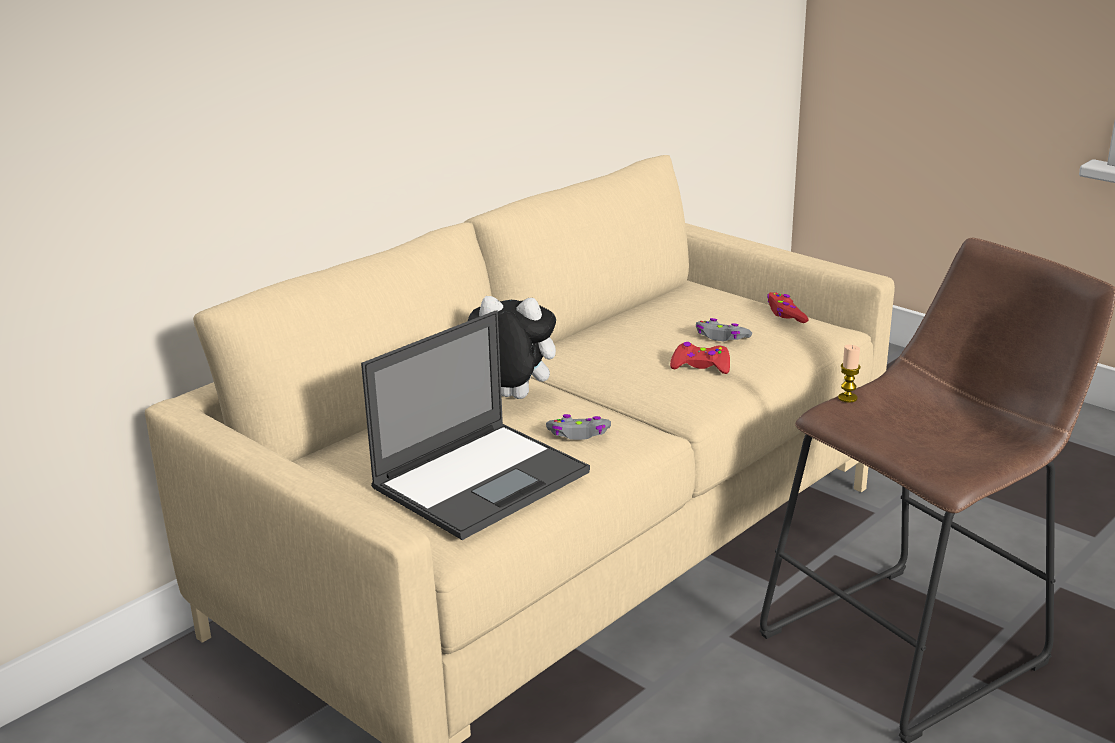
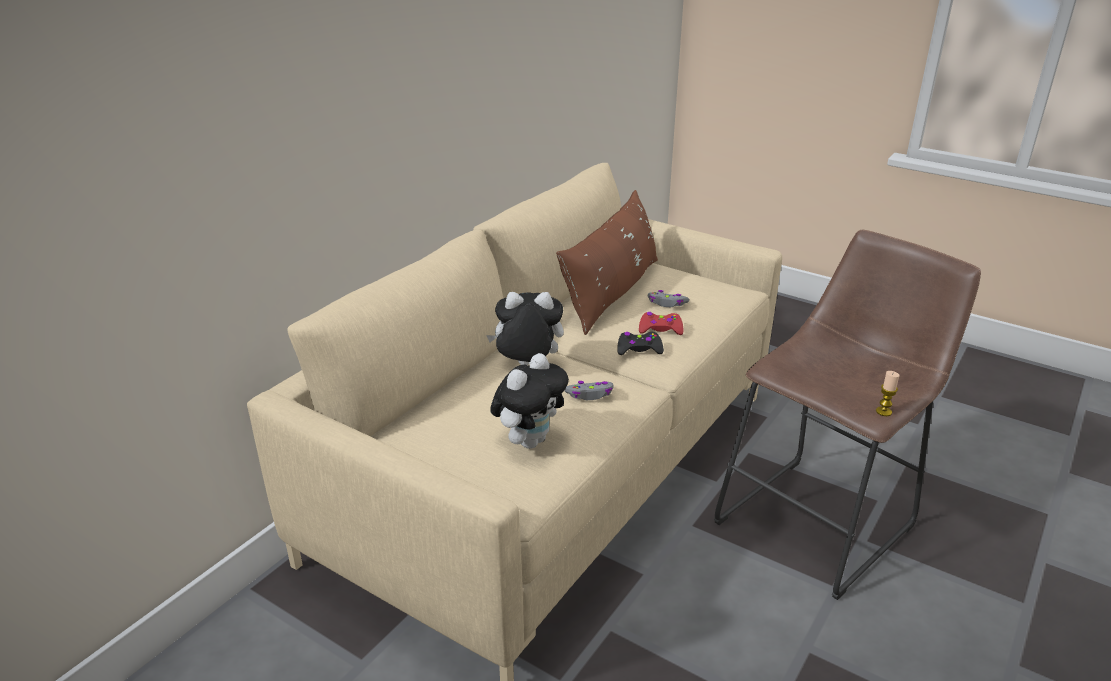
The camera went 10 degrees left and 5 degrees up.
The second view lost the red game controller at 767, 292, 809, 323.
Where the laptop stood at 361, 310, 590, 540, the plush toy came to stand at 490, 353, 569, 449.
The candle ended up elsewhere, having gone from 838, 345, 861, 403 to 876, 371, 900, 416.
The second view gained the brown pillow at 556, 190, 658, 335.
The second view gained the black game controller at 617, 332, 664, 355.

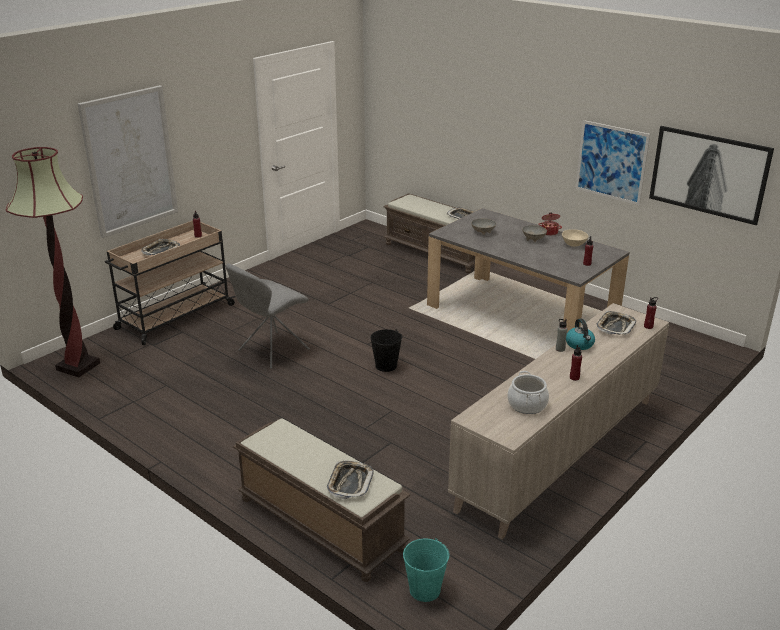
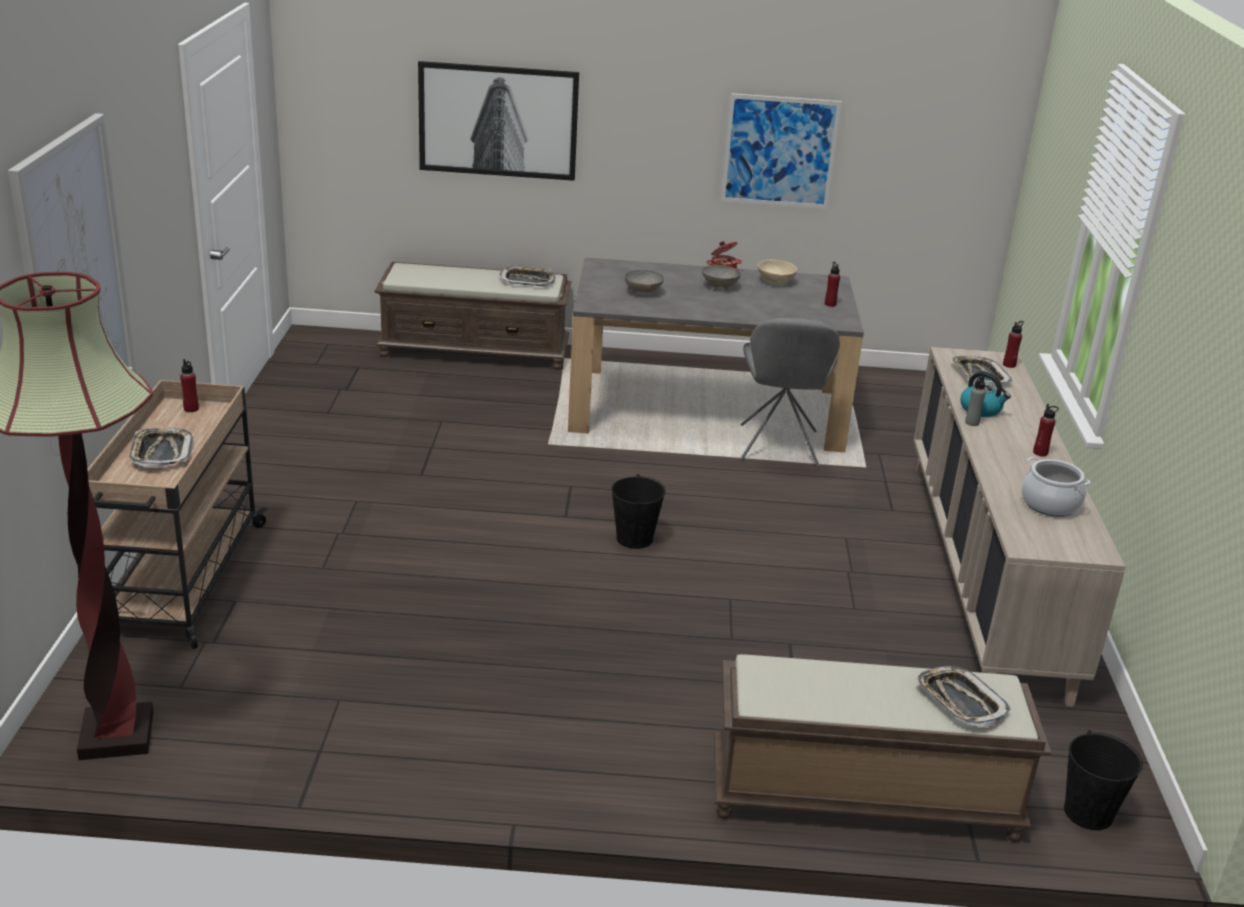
The camera went 40 degrees left and 0 degrees up.
The picture ended up elsewhere, having gone from 649, 126, 774, 225 to 418, 61, 579, 181.
The grey chair ended up elsewhere, having gone from 226, 263, 310, 369 to 740, 318, 840, 468.
What was the turquoise bucket at 403, 538, 449, 602 turned into the black bucket at 1064, 730, 1143, 830.

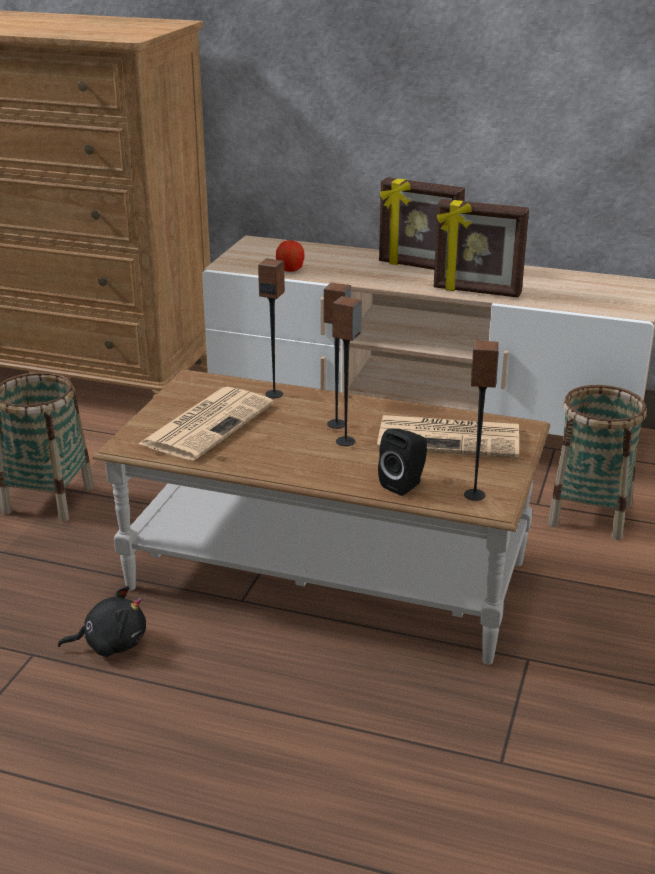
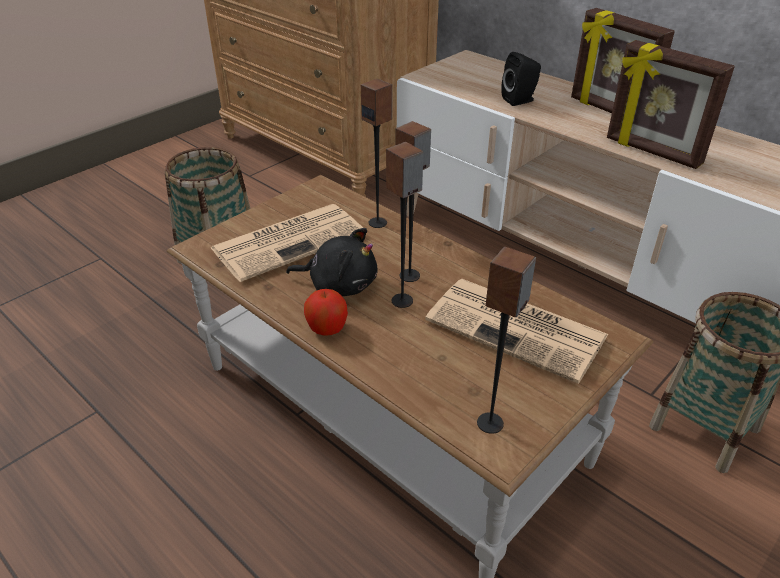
The camera went 25 degrees right and 10 degrees up.
The apple ended up elsewhere, having gone from 276, 240, 305, 272 to 304, 289, 348, 336.
The black speaker ended up elsewhere, having gone from 378, 429, 427, 496 to 501, 52, 541, 106.
The black plush toy ended up elsewhere, having gone from 58, 586, 146, 657 to 286, 228, 378, 296.

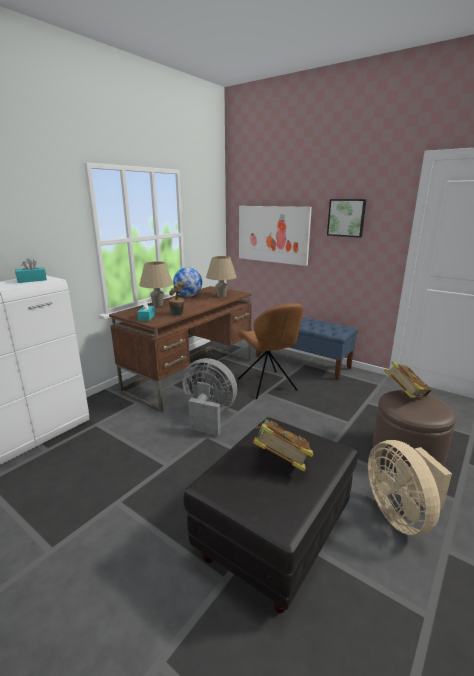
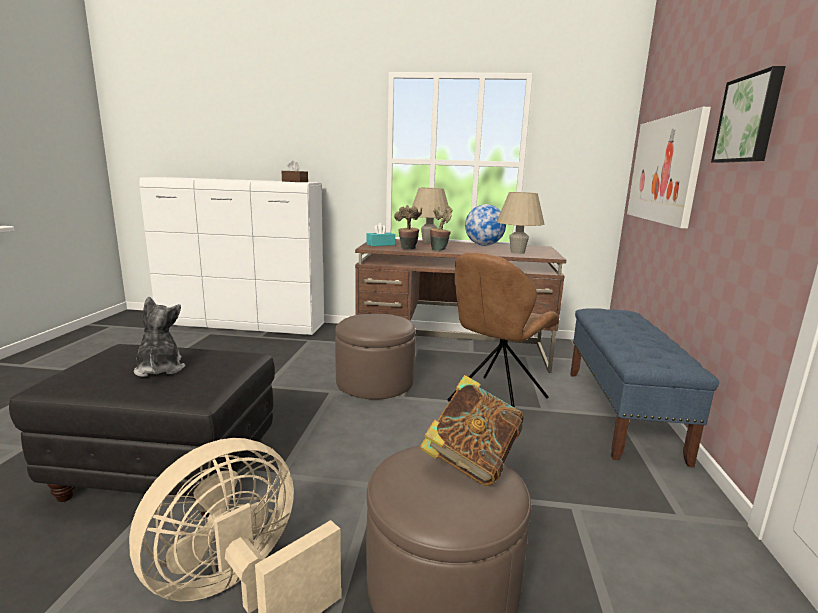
The camera went 60 degrees right and 5 degrees down.
What was the turquoise tissue box at 15, 258, 47, 283 turned into the brown tissue box at 282, 161, 308, 182.
Where the grey fan stood at 182, 358, 237, 436, the brown ottoman came to stand at 335, 314, 416, 400.
Where the book stood at 253, 419, 313, 472, the plush toy came to stand at 134, 297, 185, 377.
The second view gained the potted plant at 430, 206, 452, 251.

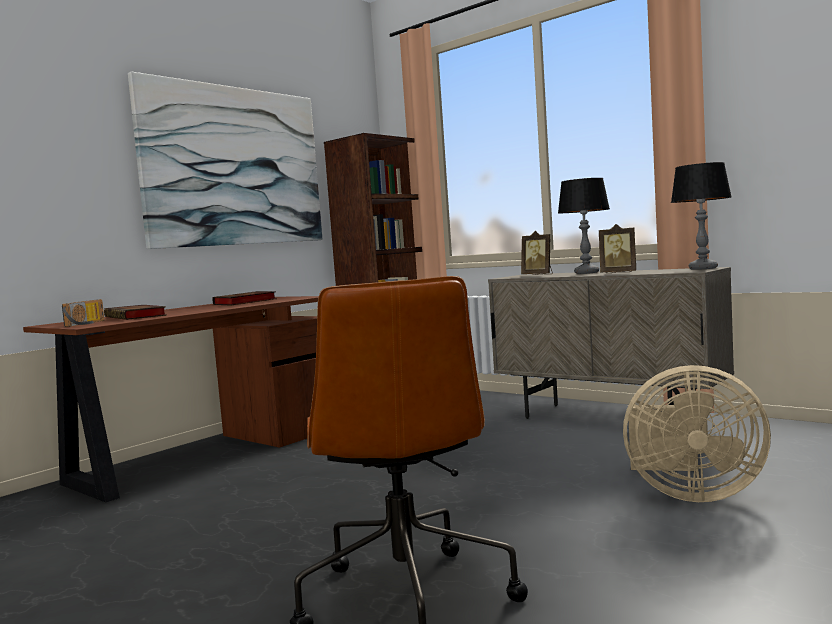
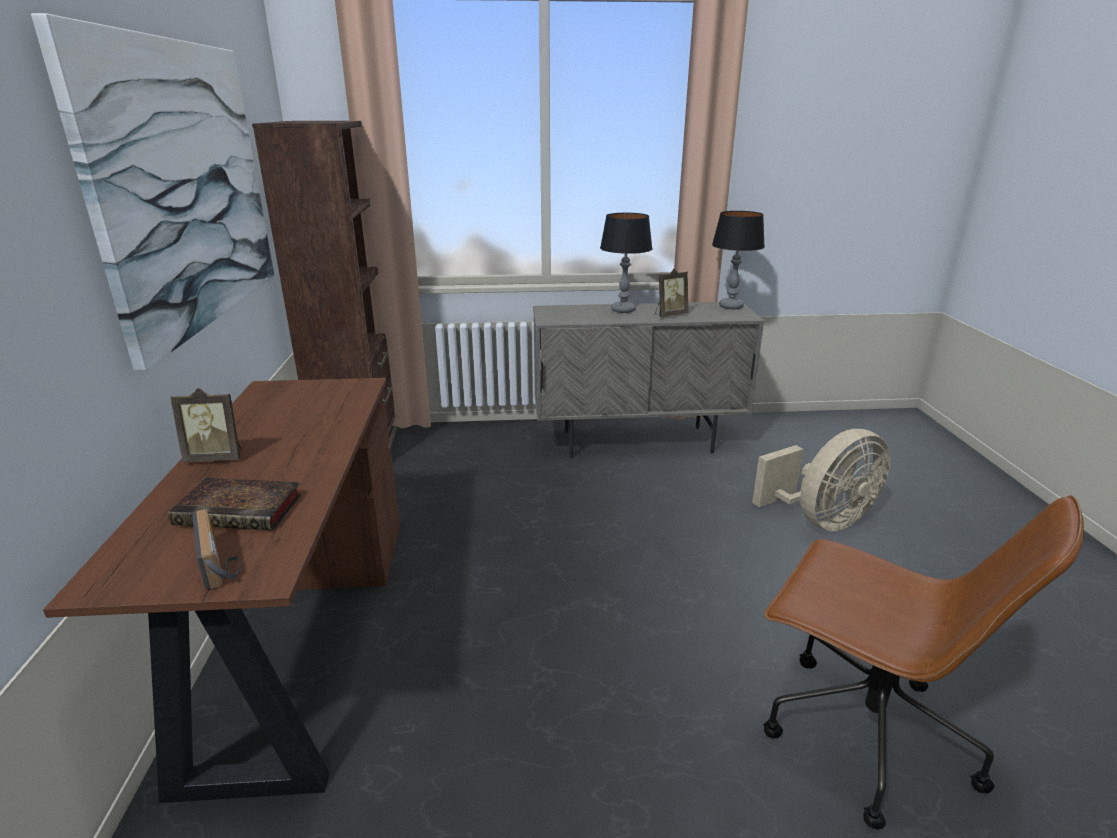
The camera went 45 degrees left and 20 degrees up.
The picture frame ended up elsewhere, having gone from 521, 231, 553, 275 to 171, 388, 242, 462.
The second view lost the book at 212, 291, 277, 306.

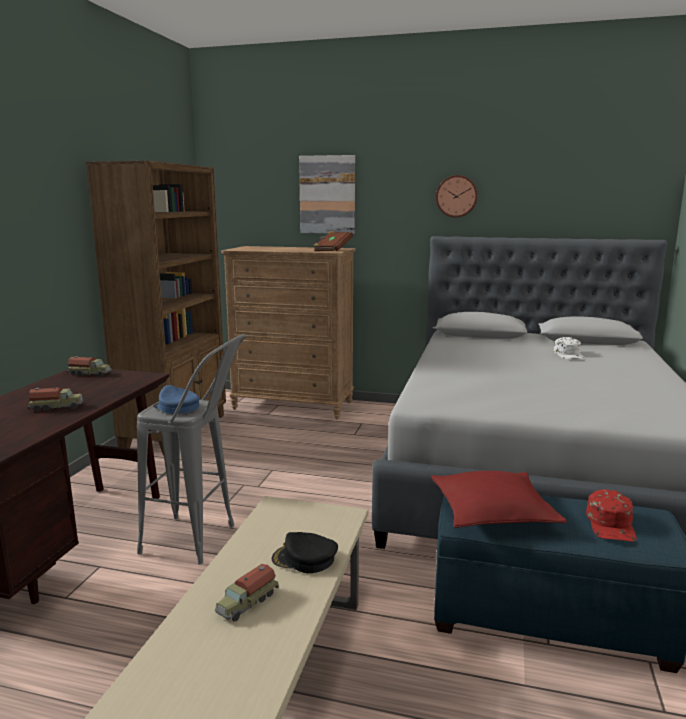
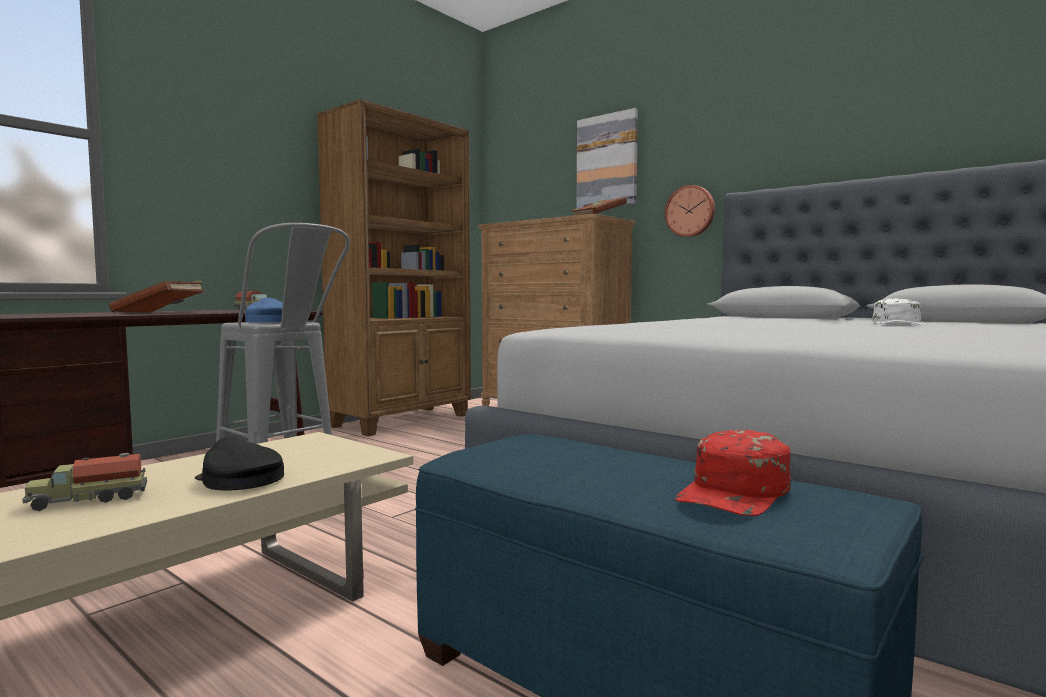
The camera went 25 degrees right and 10 degrees down.
The wall clock ended up elsewhere, having gone from 436, 175, 478, 218 to 665, 185, 715, 237.
Where the toy truck stood at 28, 387, 84, 411, the brown book came to stand at 109, 281, 204, 312.
The second view lost the red pillow at 431, 471, 567, 528.

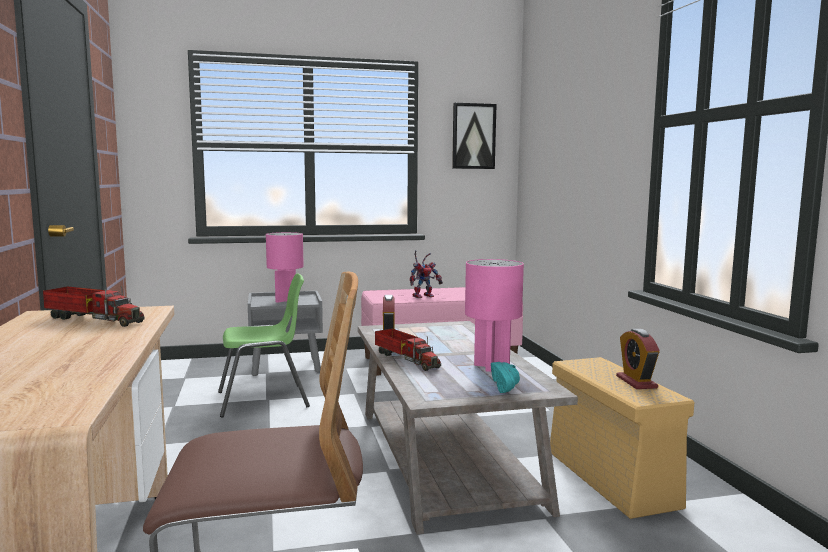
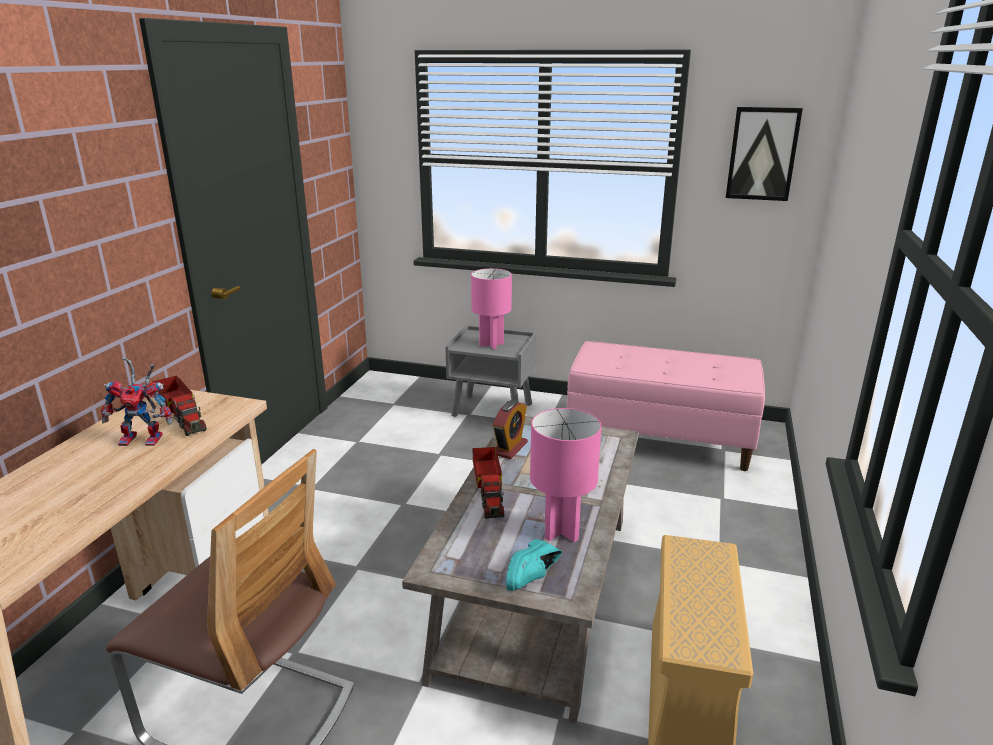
The camera went 30 degrees right and 15 degrees up.
The toy robot ended up elsewhere, having gone from 410, 250, 443, 298 to 101, 357, 172, 446.
The second view lost the green chair at 218, 274, 310, 417.
The second view lost the alarm clock at 616, 329, 660, 389.

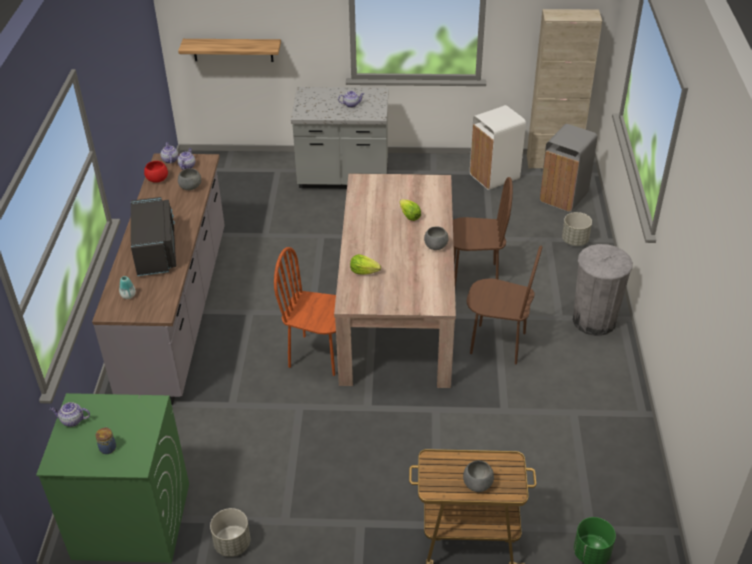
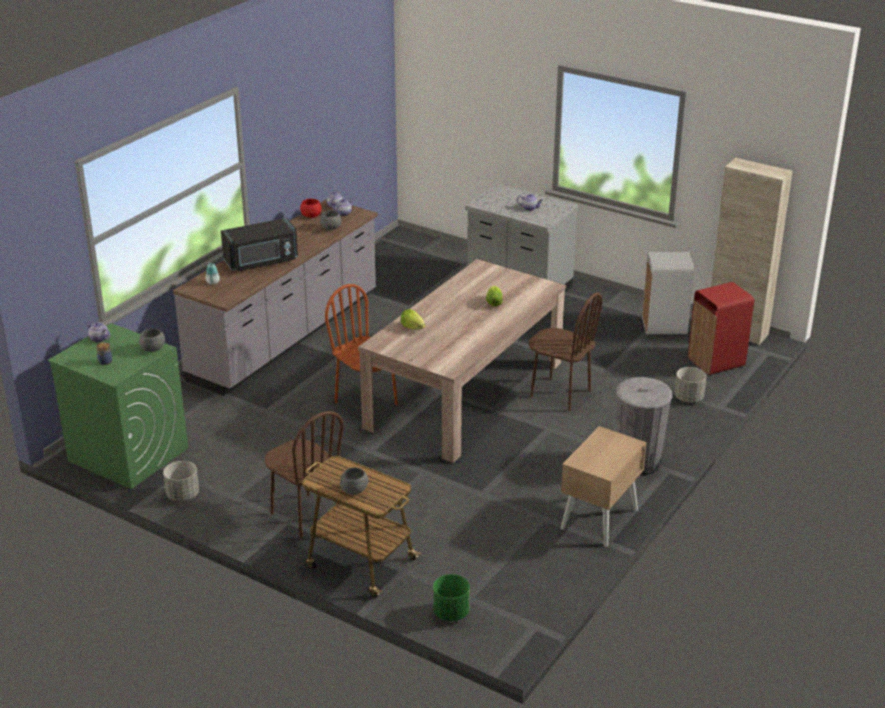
The camera went 30 degrees right and 10 degrees down.
The second view lost the shelf at 178, 39, 281, 62.
What was the grey trash can at 540, 124, 597, 212 turned into the red trash can at 688, 282, 754, 375.
The black microwave at 131, 197, 176, 276 ended up facing another way, 45 degrees clockwise from before.
The grey bowl ended up elsewhere, having gone from 424, 227, 448, 250 to 139, 328, 165, 352.
The brown chair ended up elsewhere, having gone from 466, 246, 543, 364 to 265, 411, 344, 539.
The second view gained the beige nightstand at 560, 426, 647, 547.

